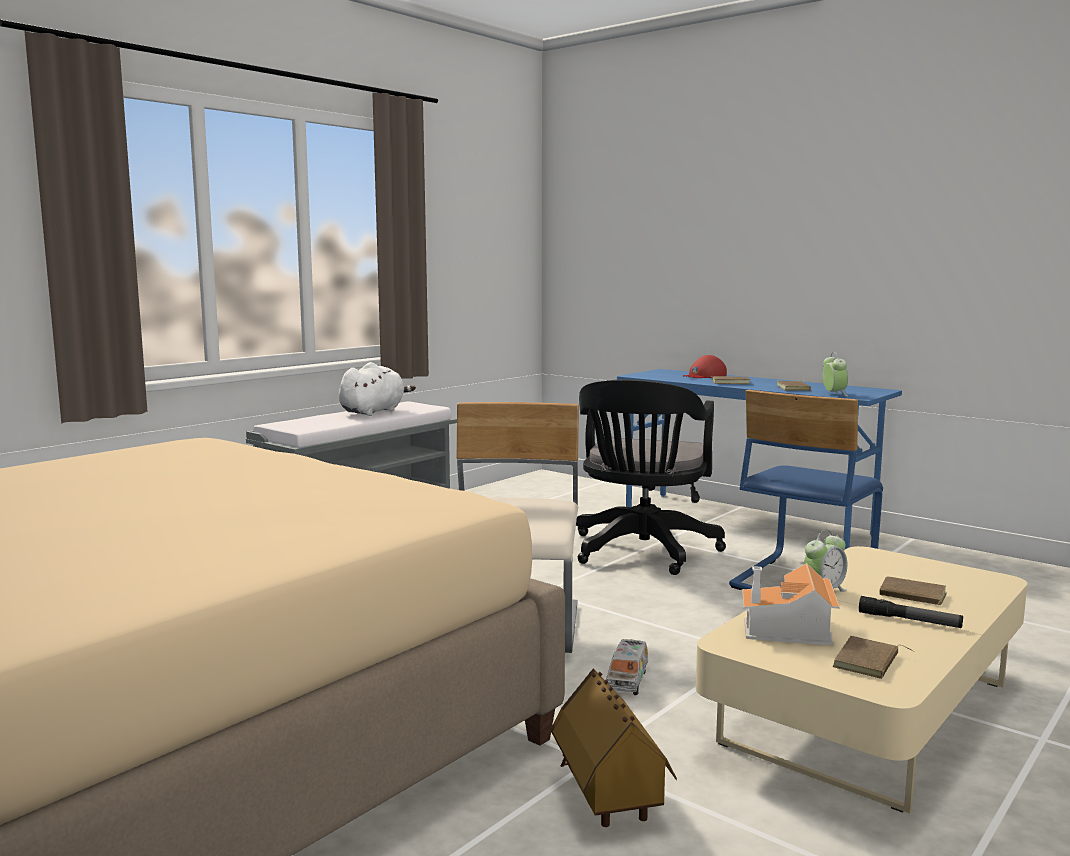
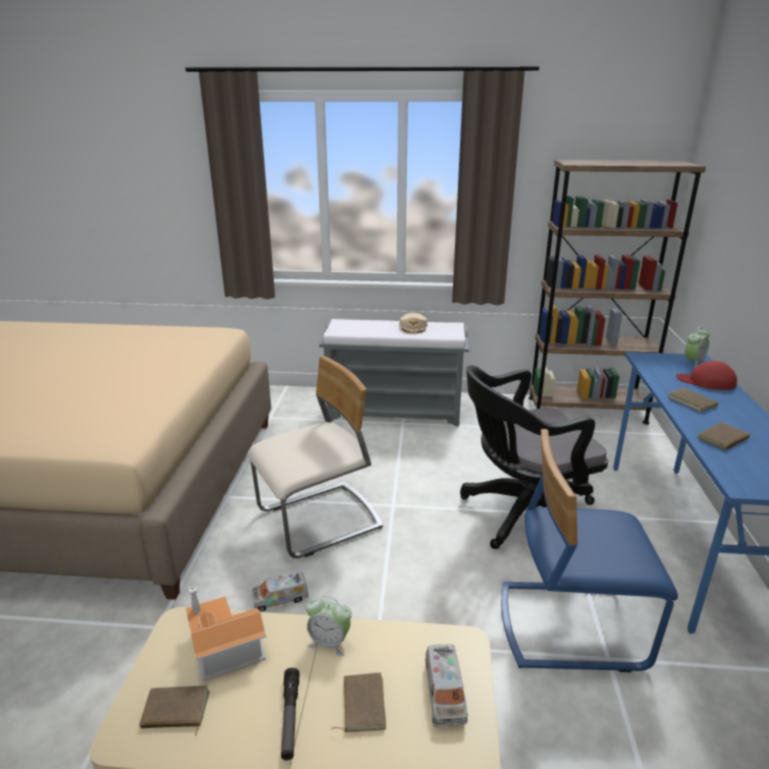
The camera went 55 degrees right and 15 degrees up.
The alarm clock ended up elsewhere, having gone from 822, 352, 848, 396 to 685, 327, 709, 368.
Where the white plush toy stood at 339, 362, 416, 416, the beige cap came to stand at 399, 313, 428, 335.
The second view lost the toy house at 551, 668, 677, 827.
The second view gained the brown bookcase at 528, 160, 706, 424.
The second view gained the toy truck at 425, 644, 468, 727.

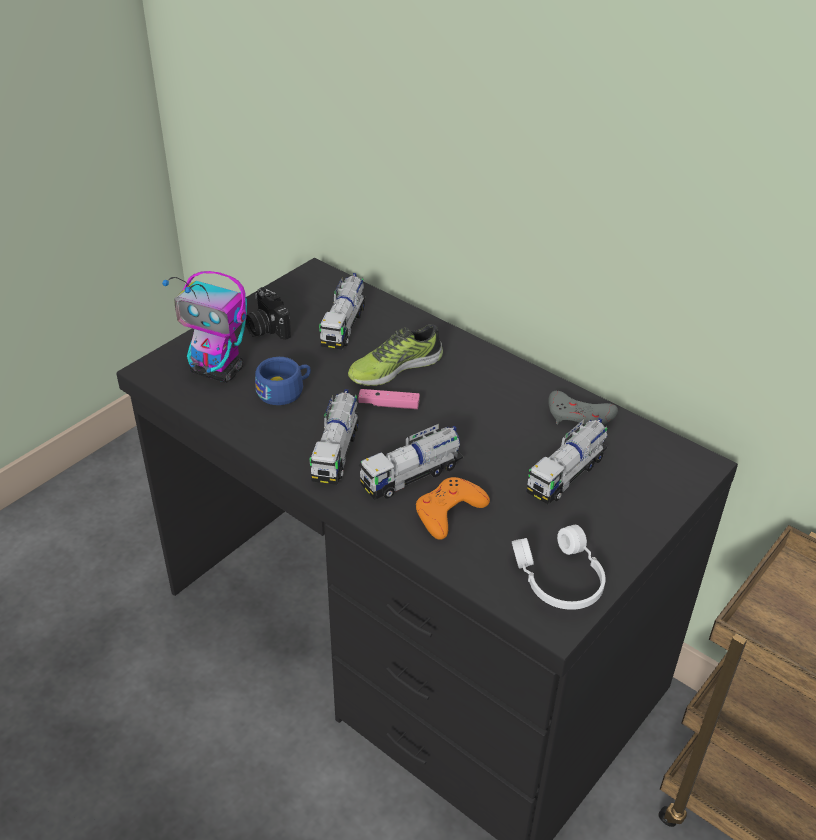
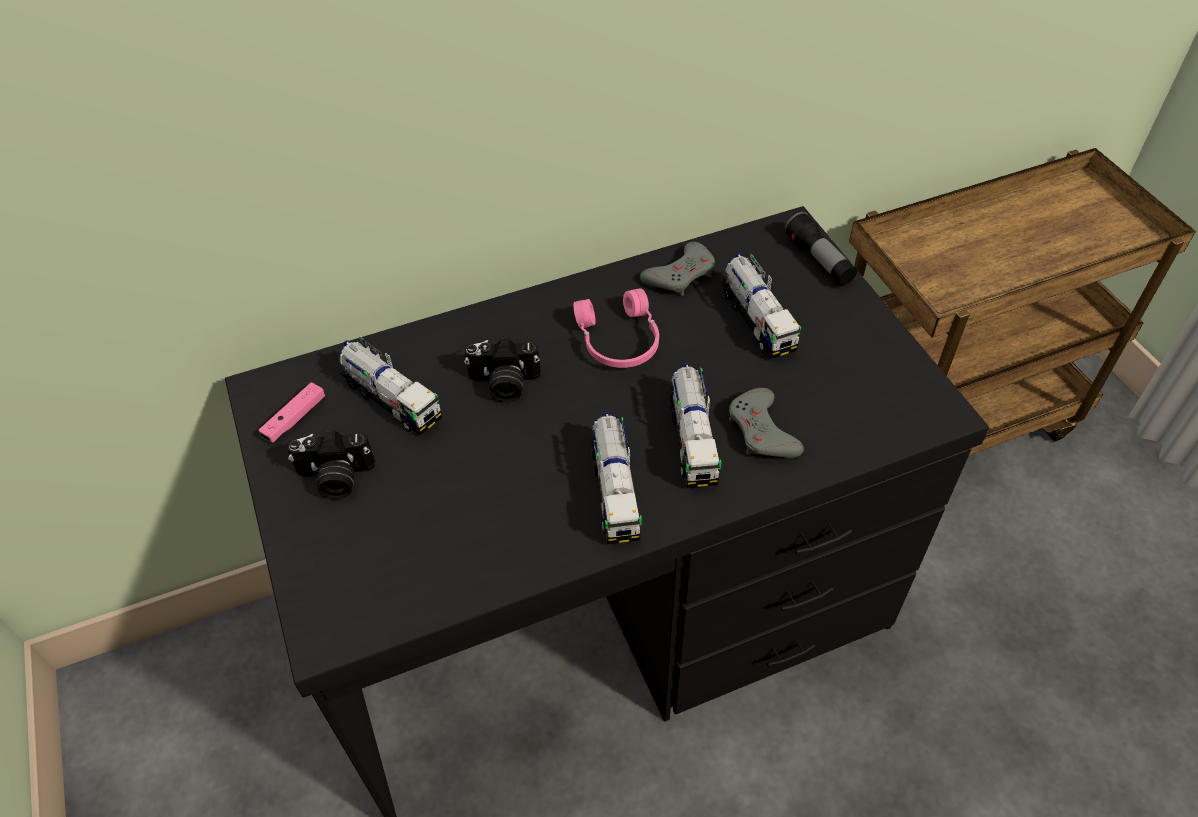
The camera went 60 degrees left and 10 degrees up.
The second view lost the toy robot at 162, 271, 247, 383.
Where the shoe stood at 348, 324, 443, 386, the photo camera came to stand at 464, 337, 541, 402.
The second view lost the blue cup at 255, 357, 311, 405.
The toy truck at 309, 389, 359, 485 ended up facing another way, 45 degrees clockwise from before.
The pink game controller ended up elsewhere, having gone from 358, 389, 420, 409 to 259, 383, 325, 442.
What was the orange game controller at 416, 477, 490, 540 turned into the grey game controller at 729, 388, 804, 458.
The second view lost the white headphones at 512, 525, 606, 610.
The second view gained the flashlight at 784, 212, 857, 285.
The second view gained the pink headphones at 573, 288, 659, 368.

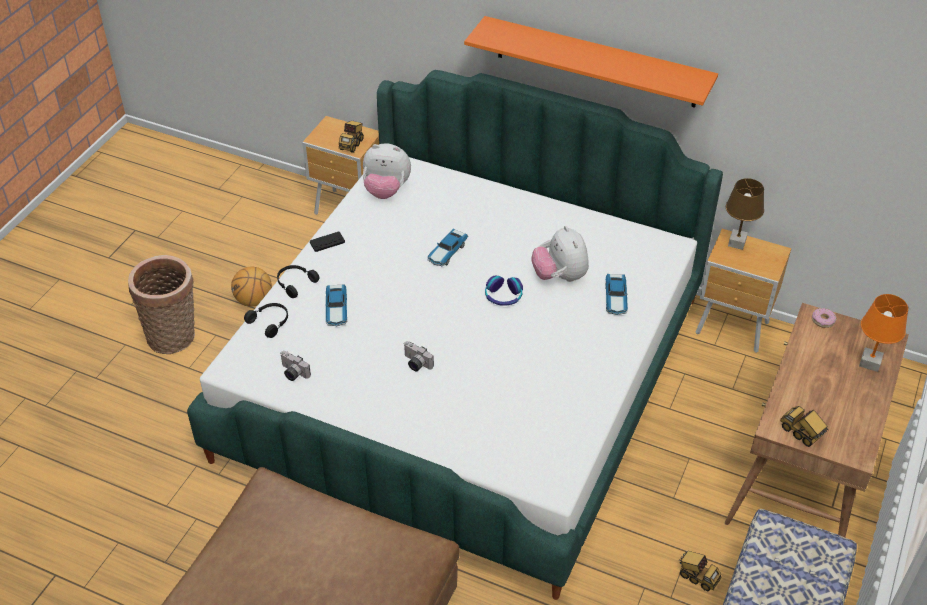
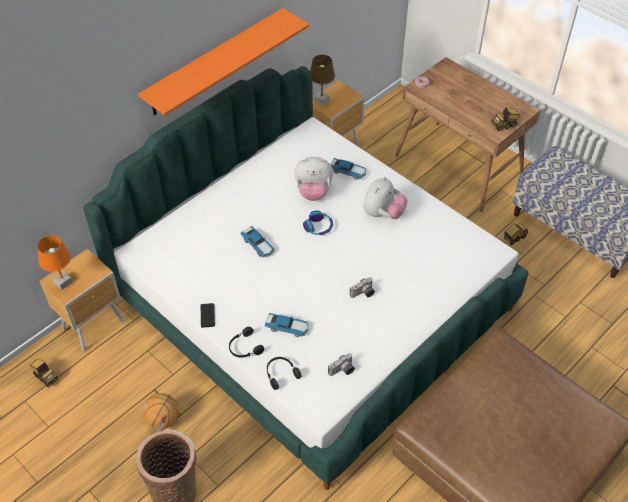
The camera went 70 degrees left and 5 degrees up.
The toy truck ended up elsewhere, having gone from 339, 121, 364, 153 to 30, 358, 58, 387.
The plush toy ended up elsewhere, having gone from 363, 144, 411, 199 to 363, 177, 408, 219.
The orange table lamp ended up elsewhere, having gone from 859, 294, 908, 372 to 37, 235, 73, 290.

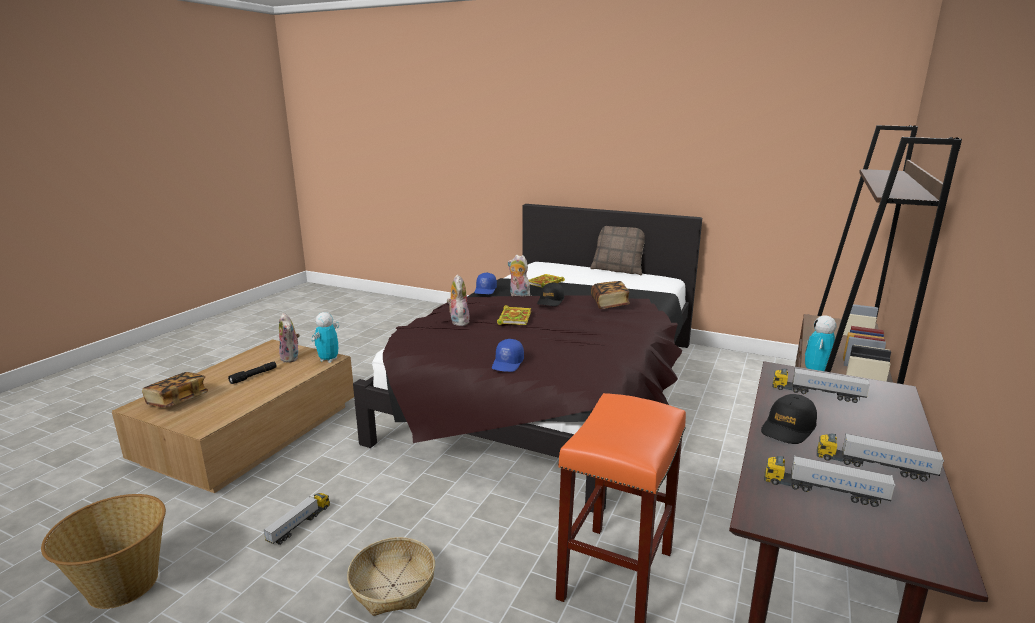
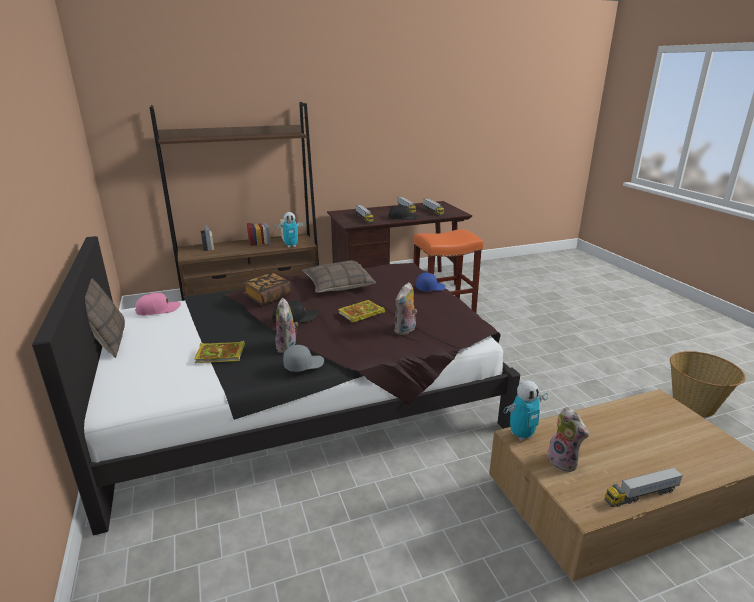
The camera went 135 degrees left and 5 degrees up.
What was the blue cap at 475, 273, 497, 294 turned into the grey cap at 283, 345, 324, 372.
The plush toy at 279, 313, 300, 363 ended up facing another way, 135 degrees clockwise from before.
The second view lost the black flashlight at 228, 362, 277, 384.
The second view lost the book at 142, 372, 208, 408.
The toy truck ended up elsewhere, having gone from 263, 493, 330, 545 to 605, 467, 683, 507.
The second view lost the basket at 347, 537, 435, 616.
The second view gained the pillow at 302, 260, 376, 293.
The second view gained the pink cap at 135, 293, 181, 316.

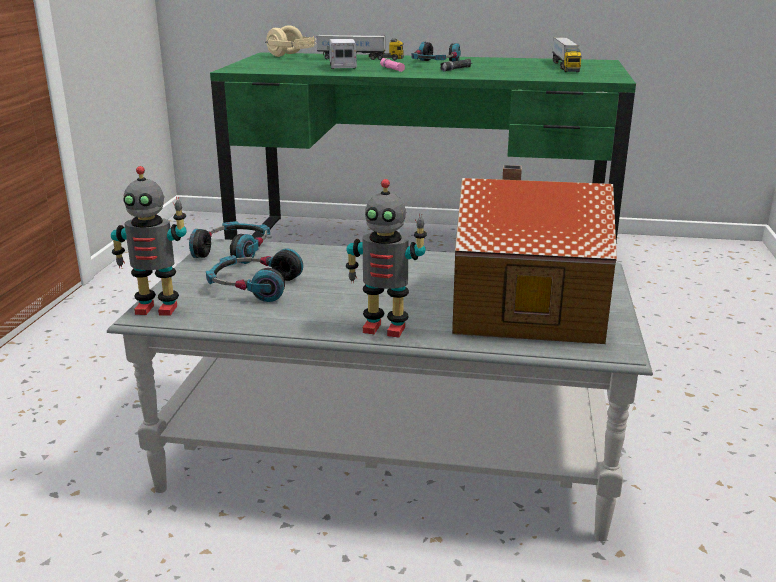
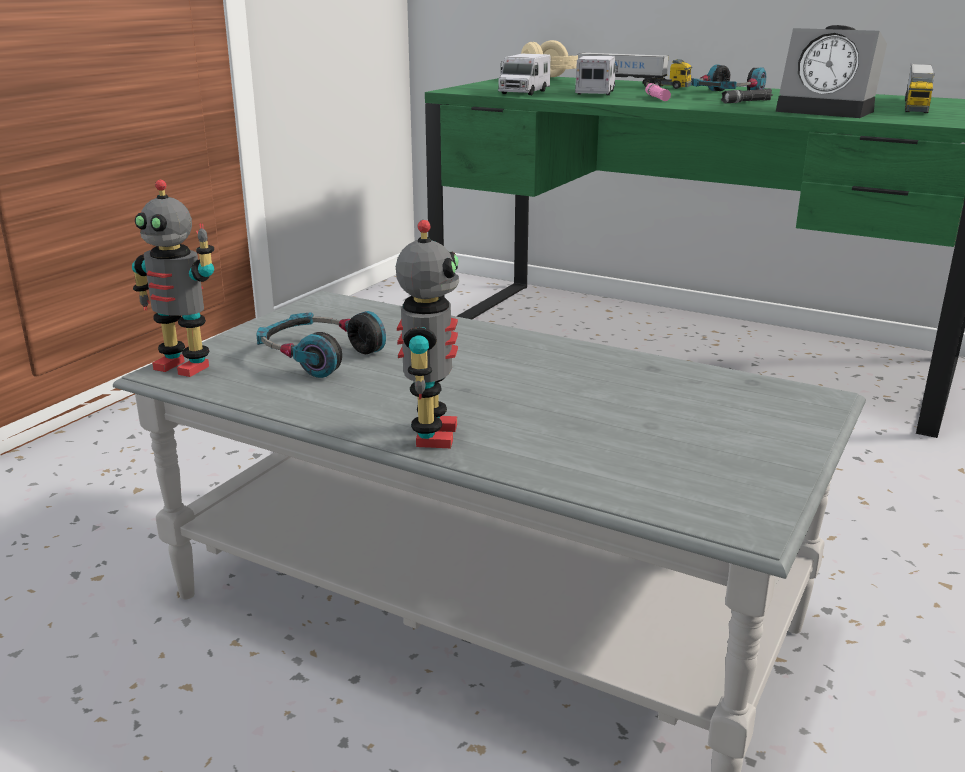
The camera went 20 degrees right and 0 degrees up.
The second view lost the toy house at 452, 165, 617, 344.
The toy robot at 346, 179, 427, 338 ended up facing another way, 120 degrees counterclockwise from before.
The second view lost the headphones at 189, 221, 270, 264.
The second view gained the alarm clock at 776, 25, 887, 118.
The second view gained the toy truck at 498, 54, 550, 95.

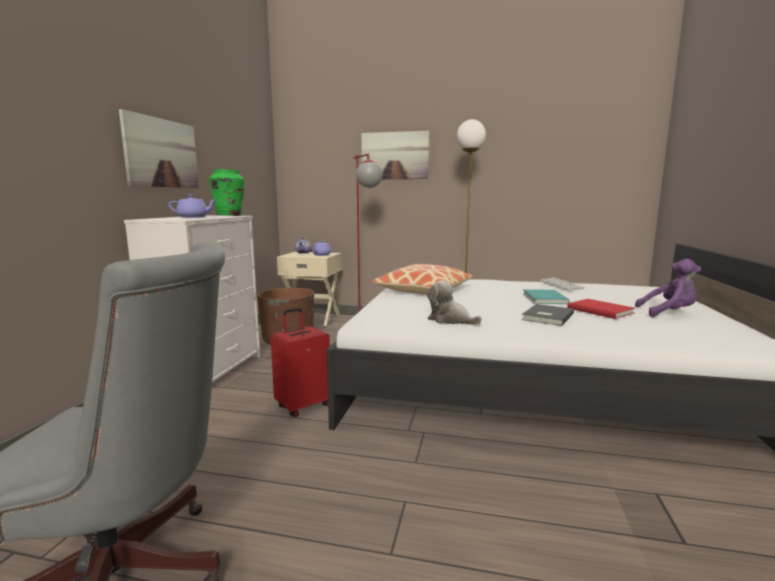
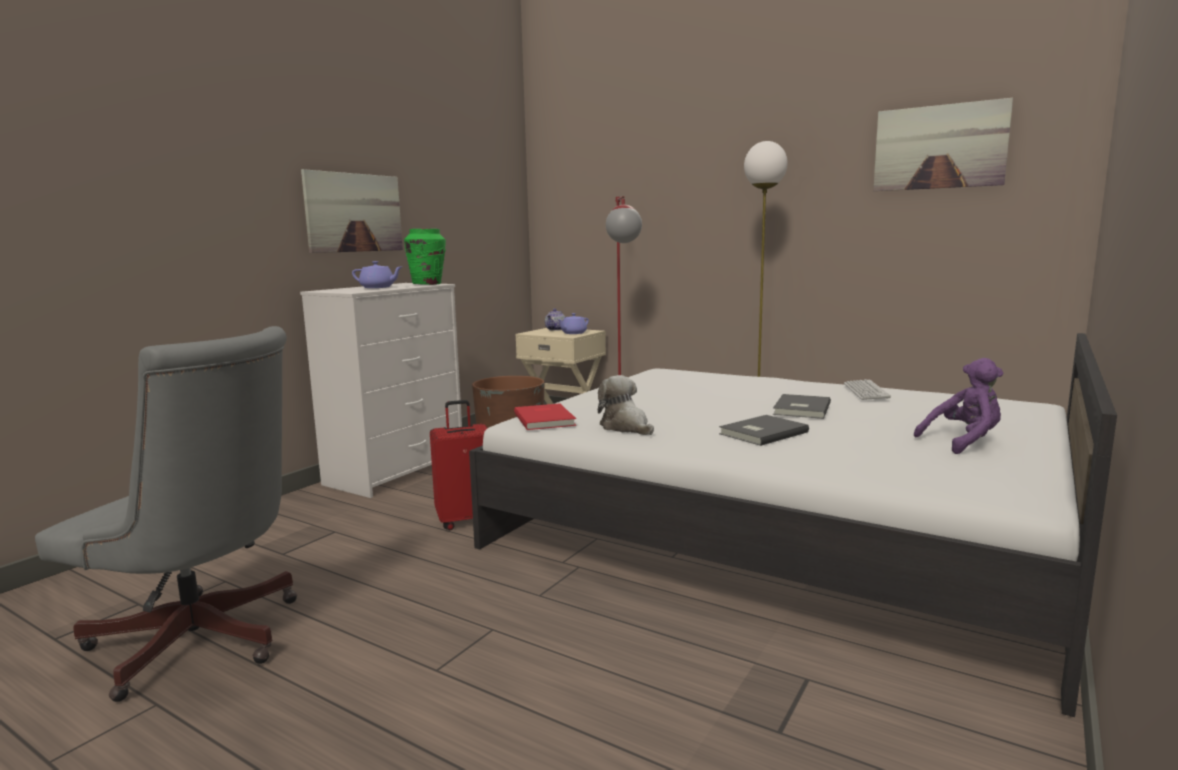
The camera went 20 degrees right and 0 degrees up.
The picture ended up elsewhere, having gone from 361, 131, 429, 180 to 873, 97, 1013, 191.
The purple plush toy at 635, 259, 701, 317 ended up facing another way, 45 degrees counterclockwise from before.
The second view lost the pillow at 372, 264, 473, 295.
What was the turquoise book at 523, 289, 570, 304 turned into the grey book at 773, 394, 831, 419.
The red book ended up elsewhere, having gone from 567, 299, 635, 319 to 514, 403, 576, 430.

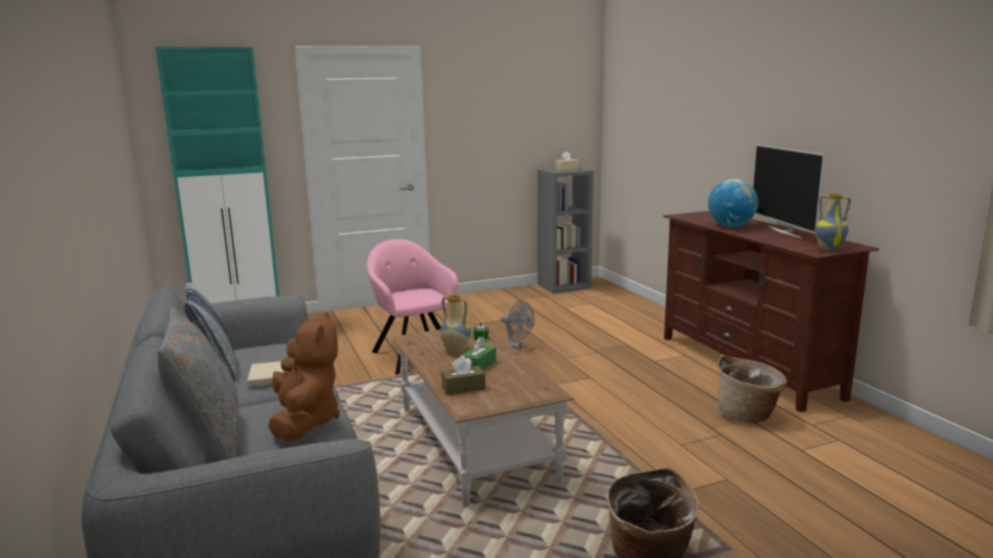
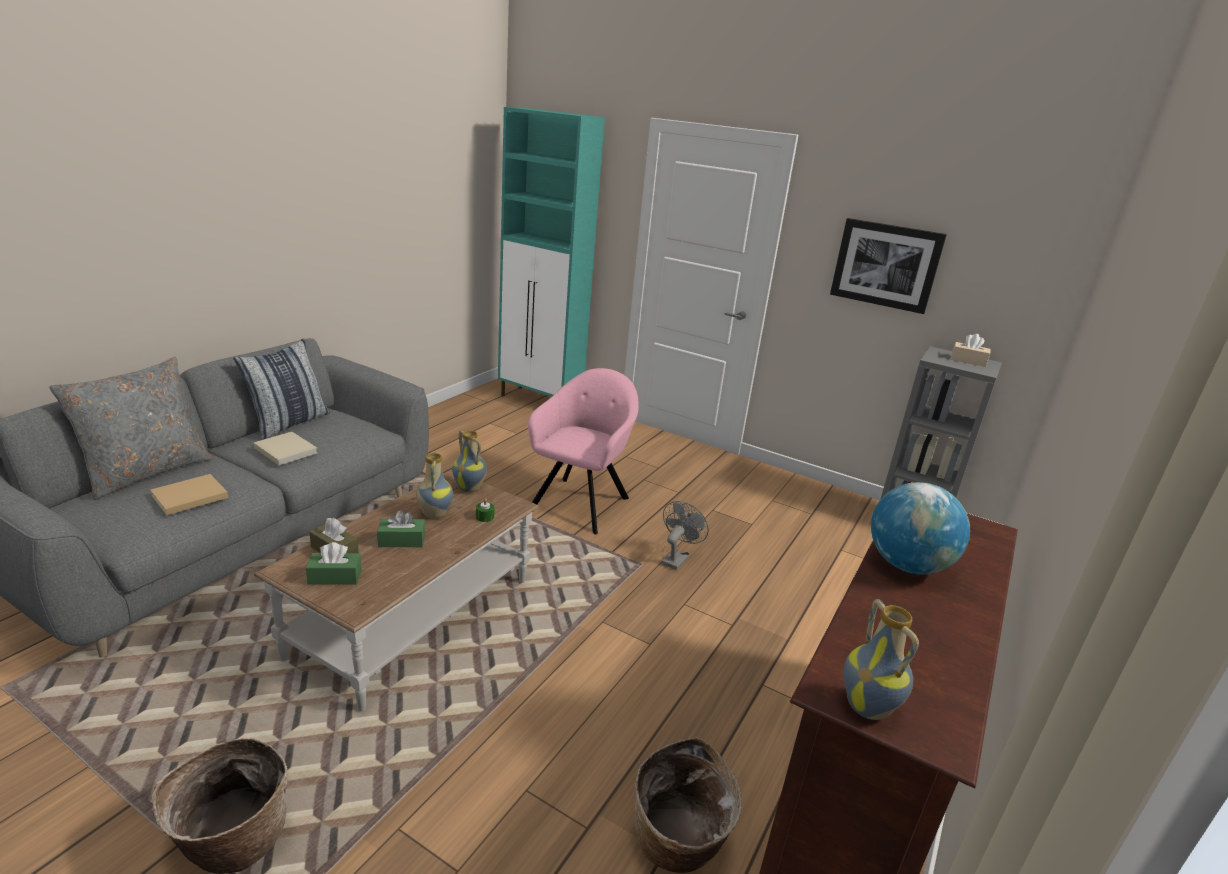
The camera went 50 degrees right and 10 degrees up.
The second view lost the television at 753, 144, 825, 238.
The grey fan at 501, 300, 534, 350 ended up facing another way, 150 degrees counterclockwise from before.
Where the brown plush toy stood at 268, 312, 340, 441, the beige book came to stand at 150, 474, 228, 515.
The second view gained the picture at 830, 218, 947, 314.
The second view gained the vase at 452, 430, 487, 492.
The second view gained the green tissue box at 306, 542, 362, 585.

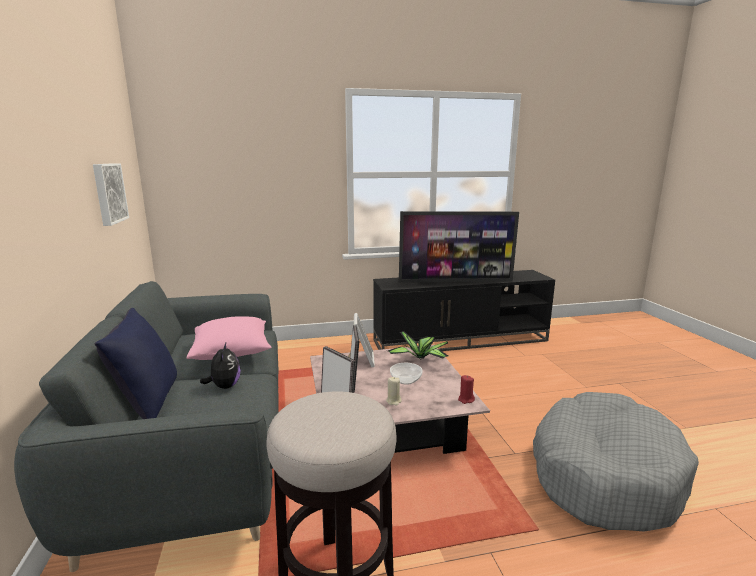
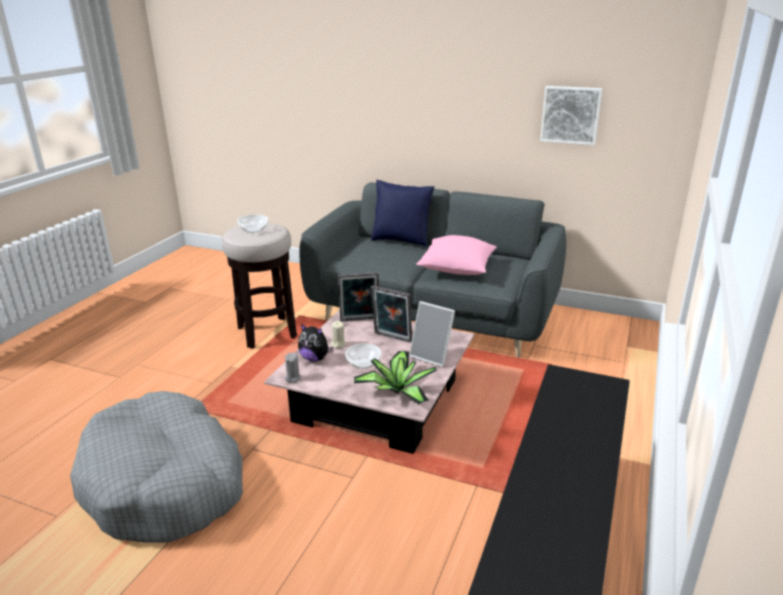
The camera went 125 degrees right and 10 degrees up.
The second view lost the television at 399, 211, 519, 282.
The plush toy ended up elsewhere, having gone from 200, 343, 240, 389 to 298, 324, 334, 362.
What was the red candle at 458, 375, 475, 404 turned into the grey candle at 285, 353, 301, 382.
The second view gained the bowl at 237, 214, 268, 233.

